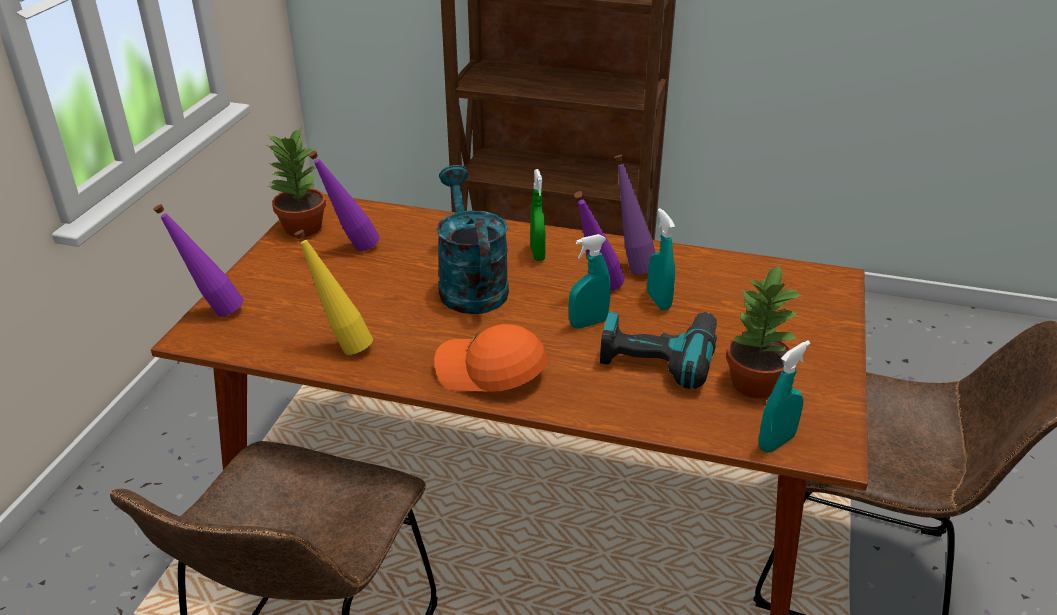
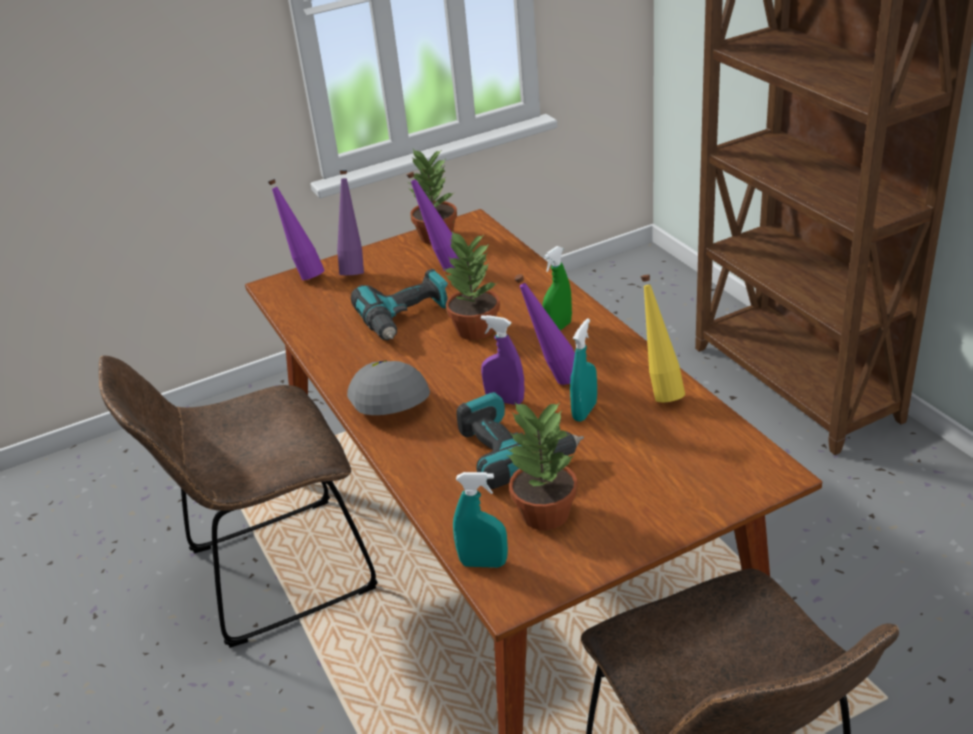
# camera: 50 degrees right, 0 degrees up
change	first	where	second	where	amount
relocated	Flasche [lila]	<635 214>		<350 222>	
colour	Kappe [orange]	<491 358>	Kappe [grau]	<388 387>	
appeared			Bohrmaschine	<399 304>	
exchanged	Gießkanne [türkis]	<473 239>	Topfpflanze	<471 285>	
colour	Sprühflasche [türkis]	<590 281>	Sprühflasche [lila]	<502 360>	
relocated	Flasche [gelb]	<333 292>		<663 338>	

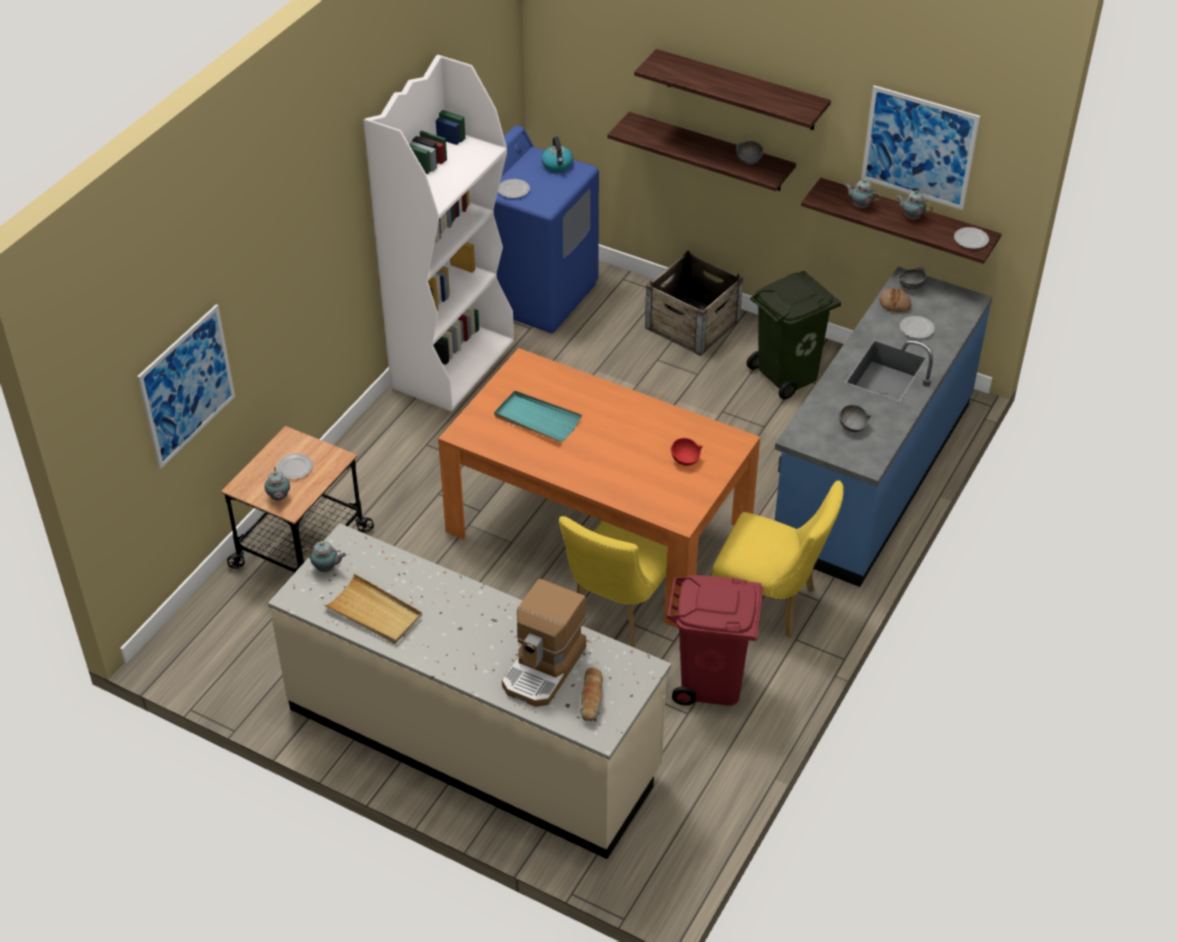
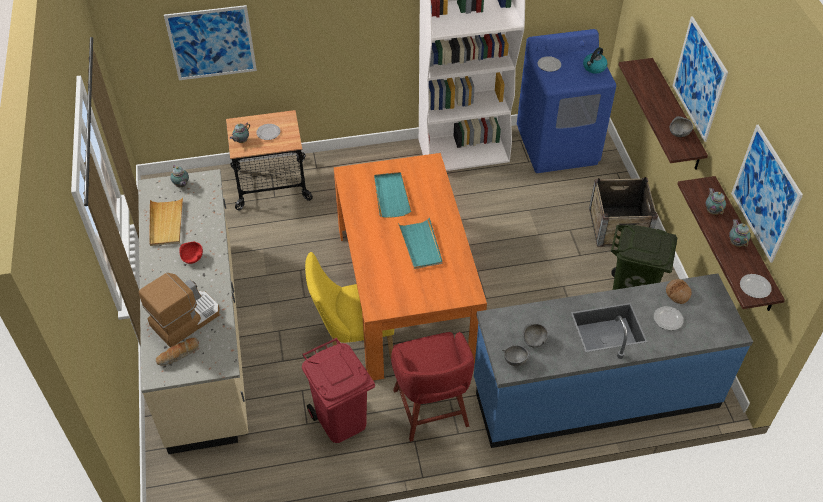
# camera: 50 degrees right, 5 degrees up
change	first	where	second	where	amount
spun	Kaffeemaschine	<544 643>		<179 310>	150 degrees clockwise
relocated	Schüssel [rot]	<686 452>		<191 253>	
exchanged	Stuhl [gelb]	<778 559>	Hocker [rot]	<432 387>	
appeared			Tablett [türkis]	<420 243>	
relocated	Schüssel [grau]	<912 278>		<516 355>	
exchanged	Wandregal	<732 89>	Bild	<700 79>	

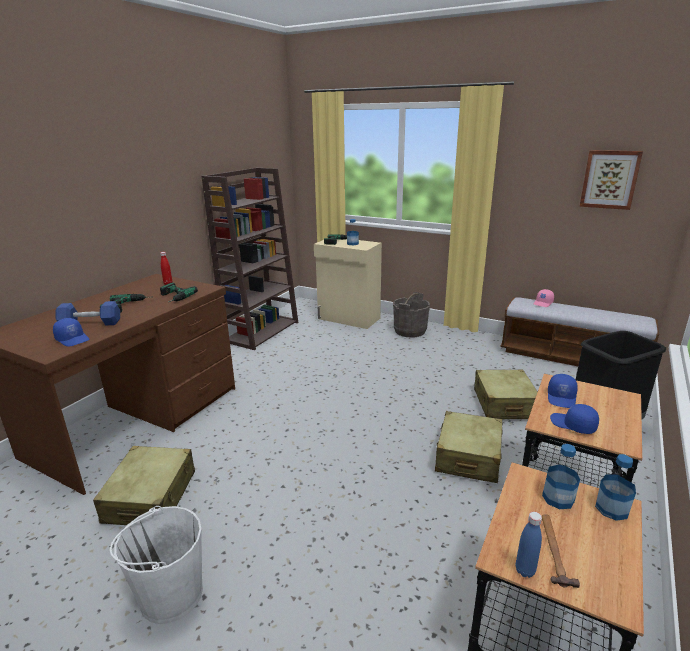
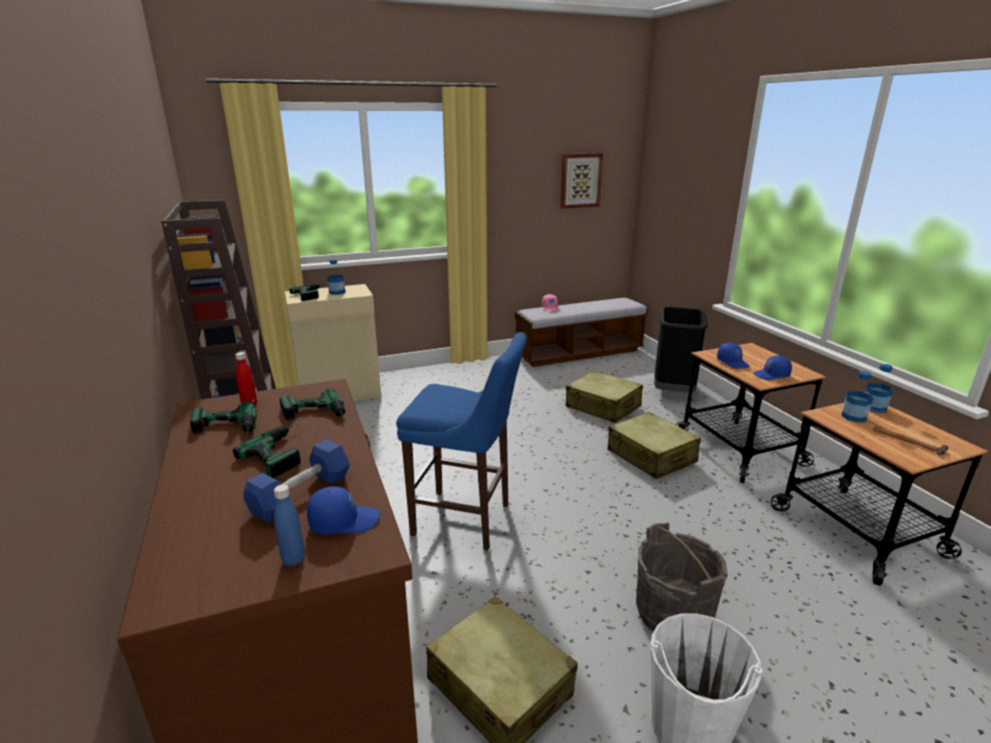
# camera: 50 degrees left, 0 degrees up
change	first	where	second	where	amount
appeared			Bohrmaschine	<223 419>	
relocated	Flasche [blau]	<529 545>		<289 525>	
appeared			Hocker [blau]	<461 441>	
relocated	Eimer [grau]	<411 315>		<682 577>	

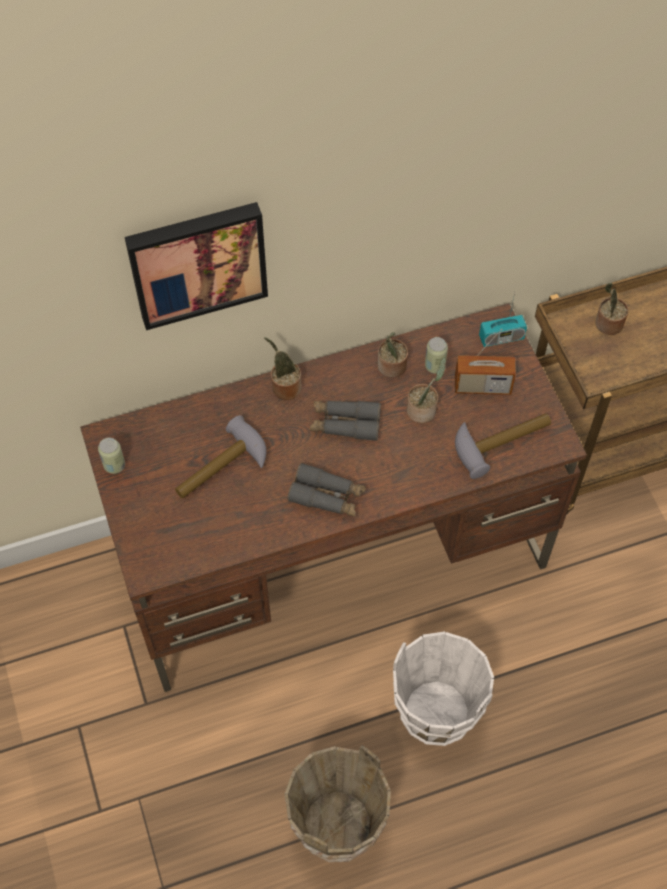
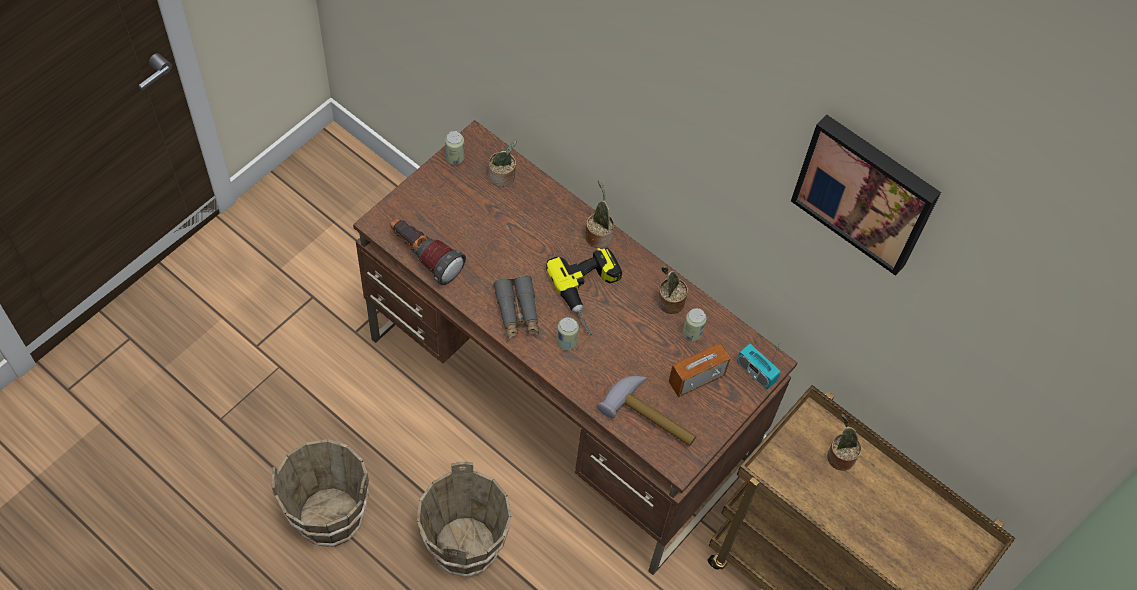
# camera: 55 degrees right, 0 degrees up
change	first	where	second	where	amount
appeared			Taschenlampe	<428 251>	
colour	Eimer [weiß]	<443 688>	Eimer [braun]	<464 519>	
relocated	Topfpflanze	<426 390>		<503 163>	
exchanged	Fernglas [grau]	<345 421>	Bohrmaschine	<584 292>	
appeared			Dose	<567 333>	
spun	Radio	<485 362>		<699 370>	90 degrees clockwise
relocated	Bild	<196 266>		<866 195>	
missing	Hammer	<221 457>			

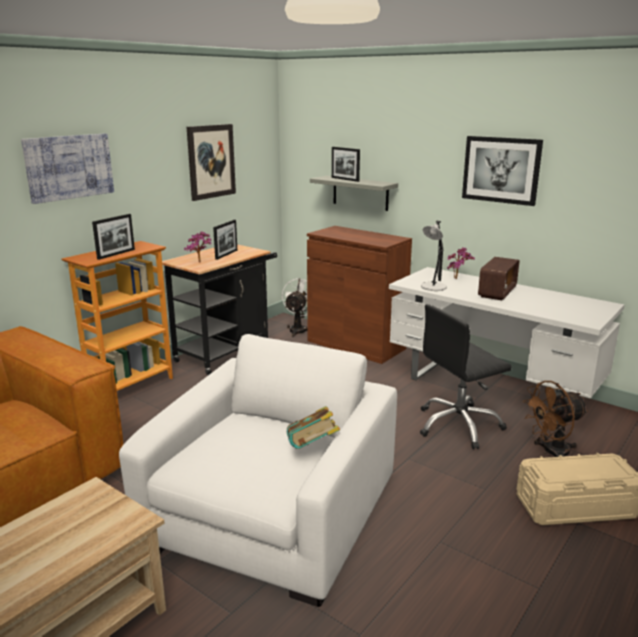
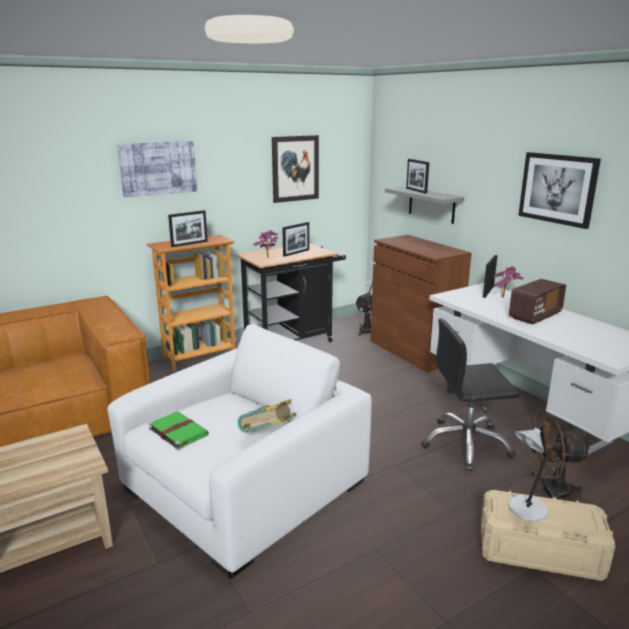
# camera: 20 degrees right, 0 degrees up
change	first	where	second	where	amount
appeared			Buch [grün]	<179 431>	
relocated	Tischlampe [grau]	<434 255>		<528 471>	

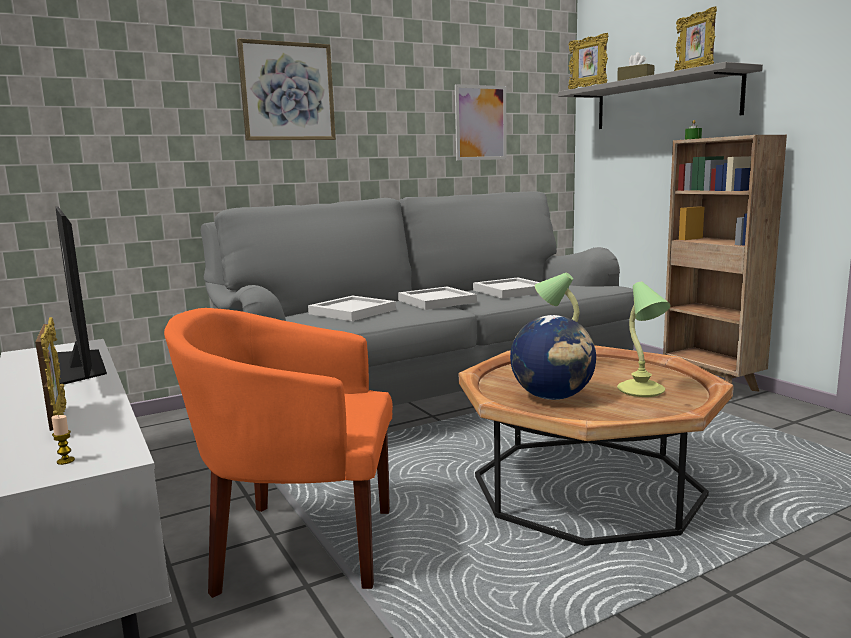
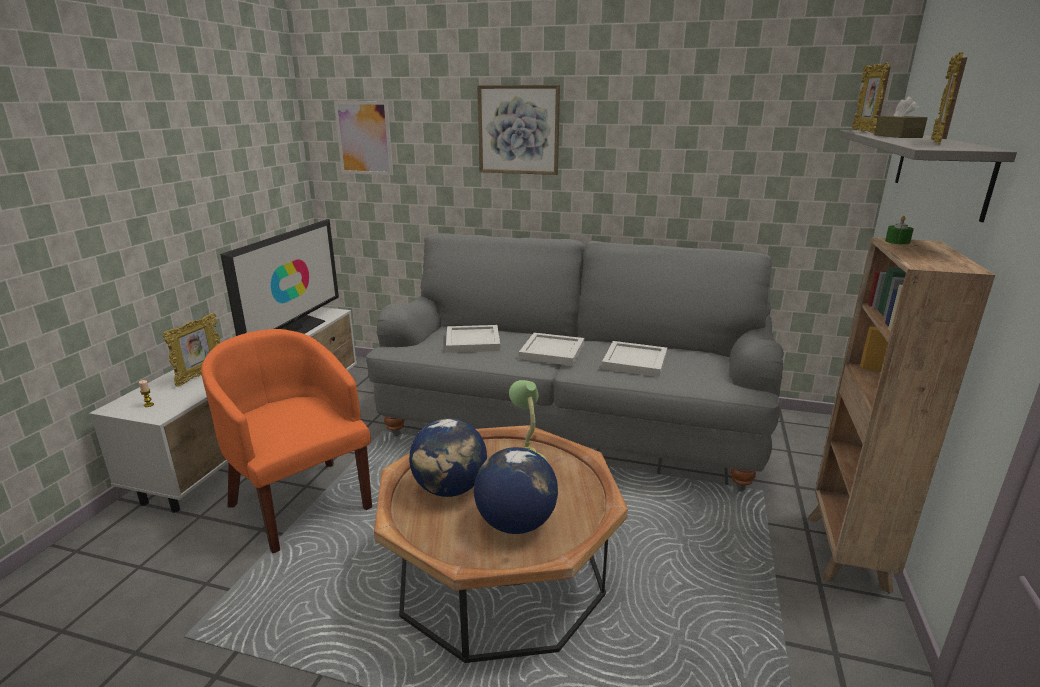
# camera: 45 degrees right, 10 degrees up
change	first	where	second	where	amount
relocated	Bild	<481 122>		<363 138>	
exchanged	Tischlampe	<643 339>	Globus	<516 490>	

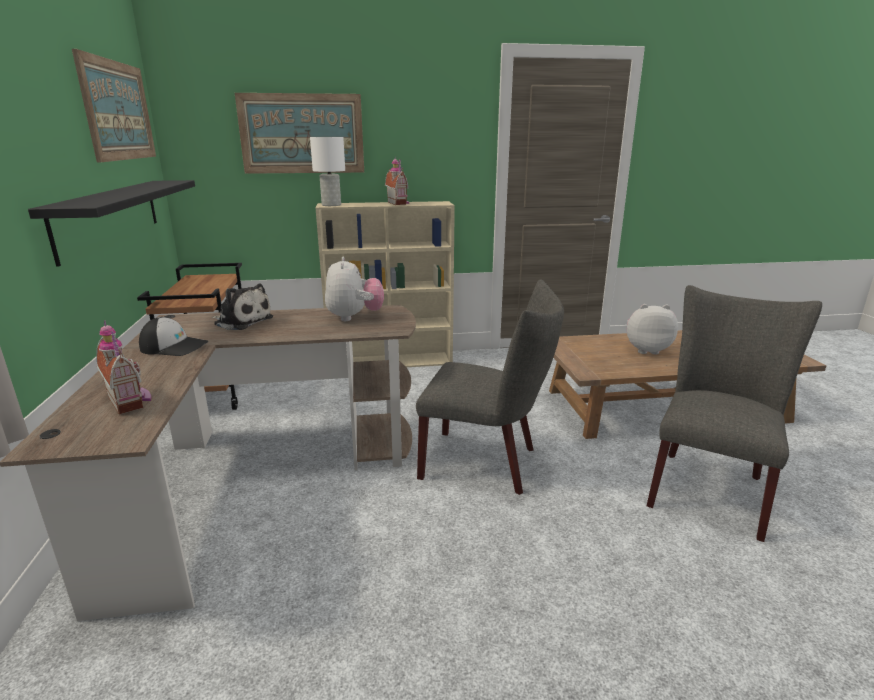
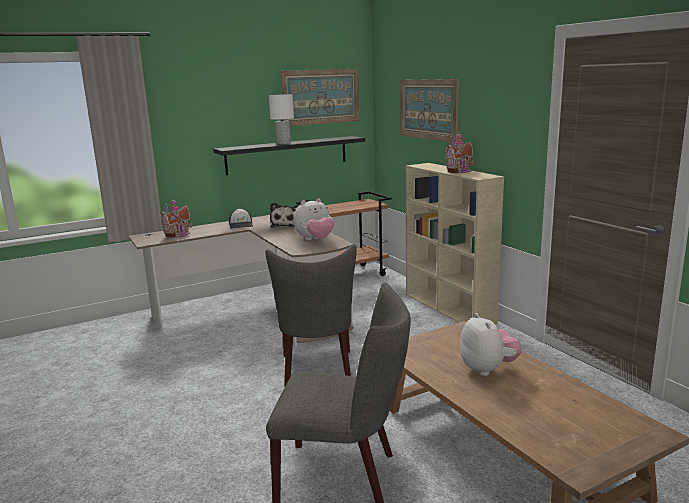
# camera: 70 degrees right, 5 degrees down
change	first	where	second	where	amount
relocated	Tischlampe [weiß]	<327 171>		<281 119>	

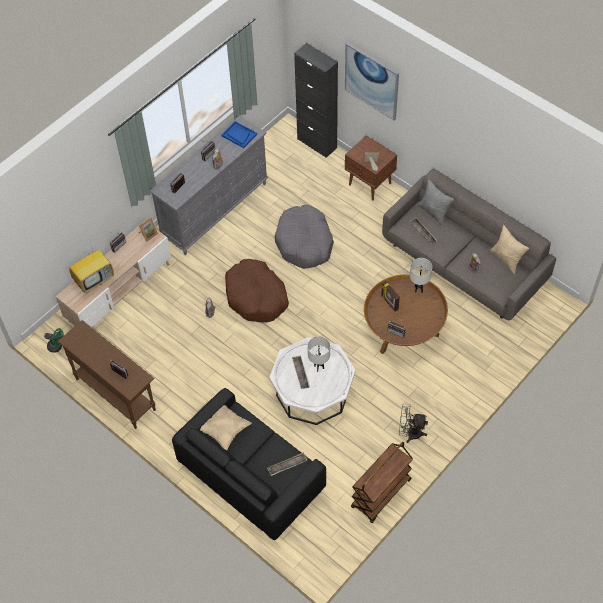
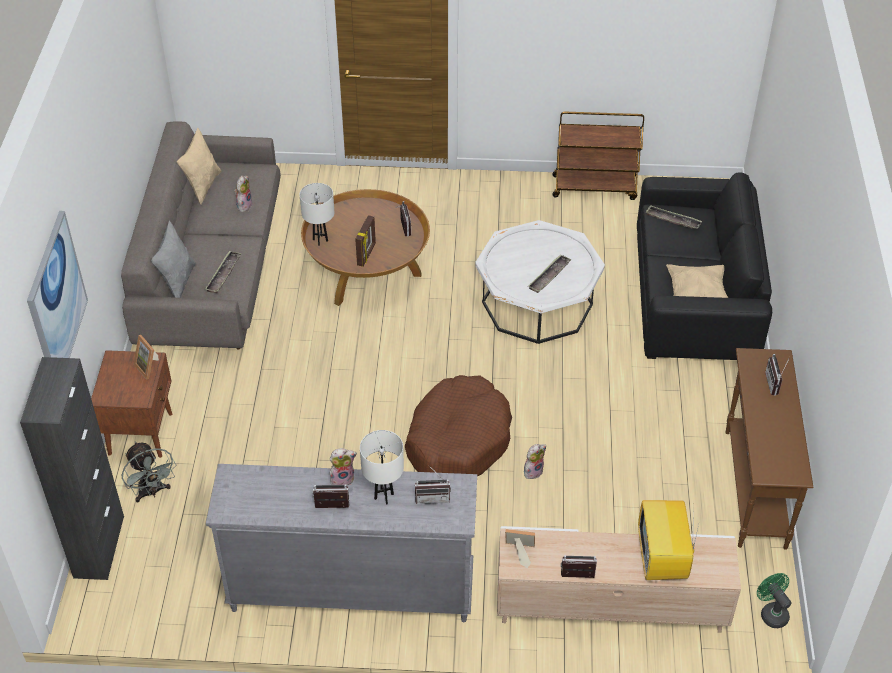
# camera: 130 degrees left, 10 degrees down
change	first	where	second	where	amount
relocated	Ventilator [grau]	<413 423>		<149 472>	
relocated	Tischlampe [weiß]	<319 354>		<382 467>	
spun	Fernseher	<91 269>		<668 540>	105 degrees counterclockwise
missing	Tablett [blau]	<239 134>			
missing	Hundebett [grau]	<304 237>			

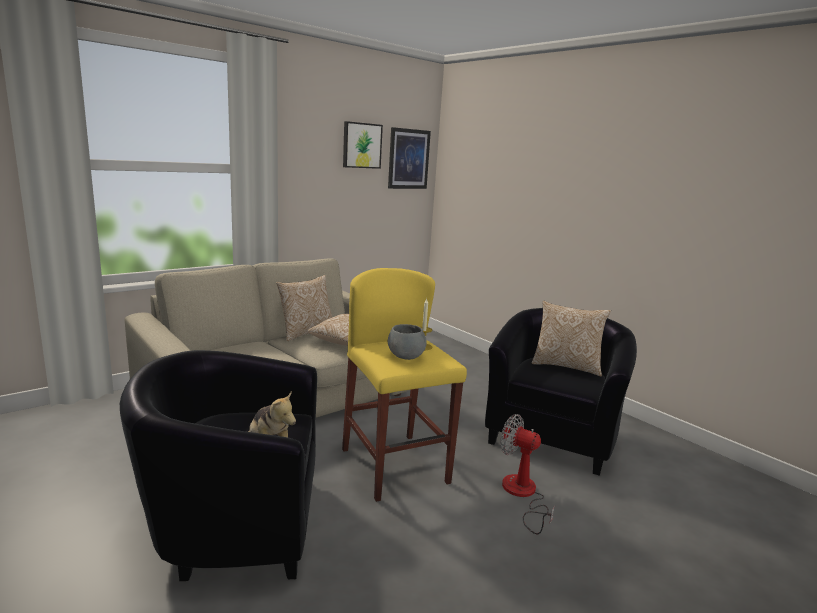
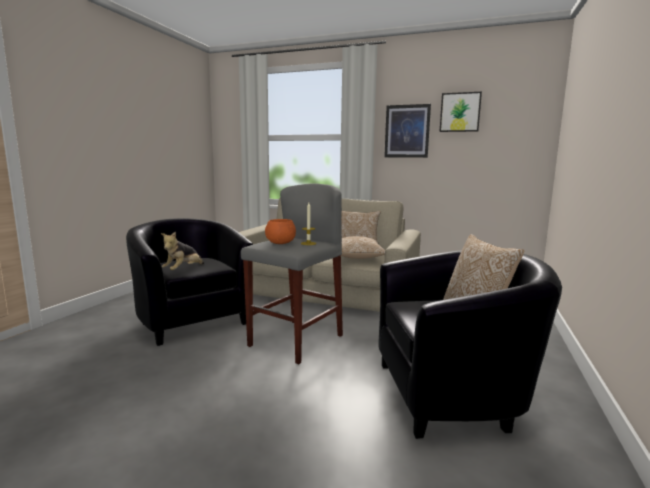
# camera: 60 degrees right, 5 degrees down
change	first	where	second	where	amount
colour	Hocker [gelb]	<404 385>	Hocker [grau]	<292 274>	
colour	Schüssel [grau]	<407 342>	Schüssel [orange]	<280 231>	
relocated	Bild	<409 158>		<407 131>	
missing	Ventilator	<527 474>			

